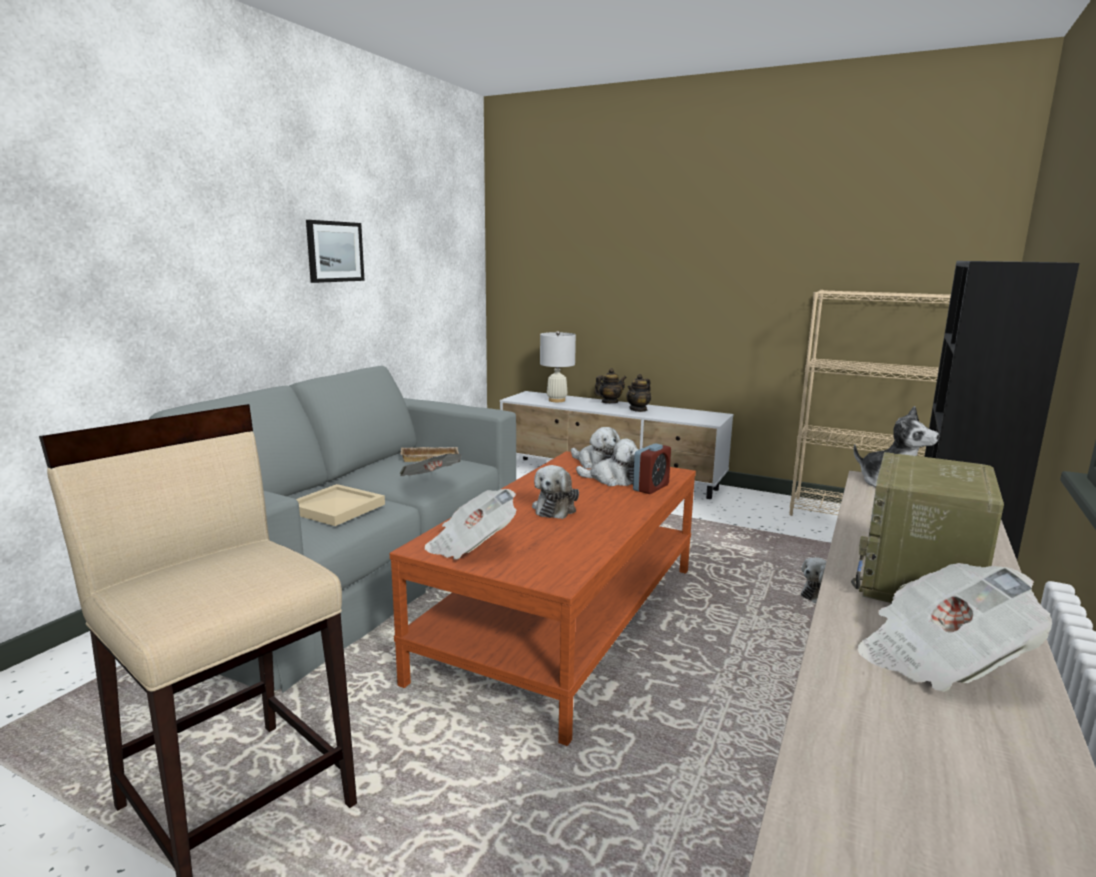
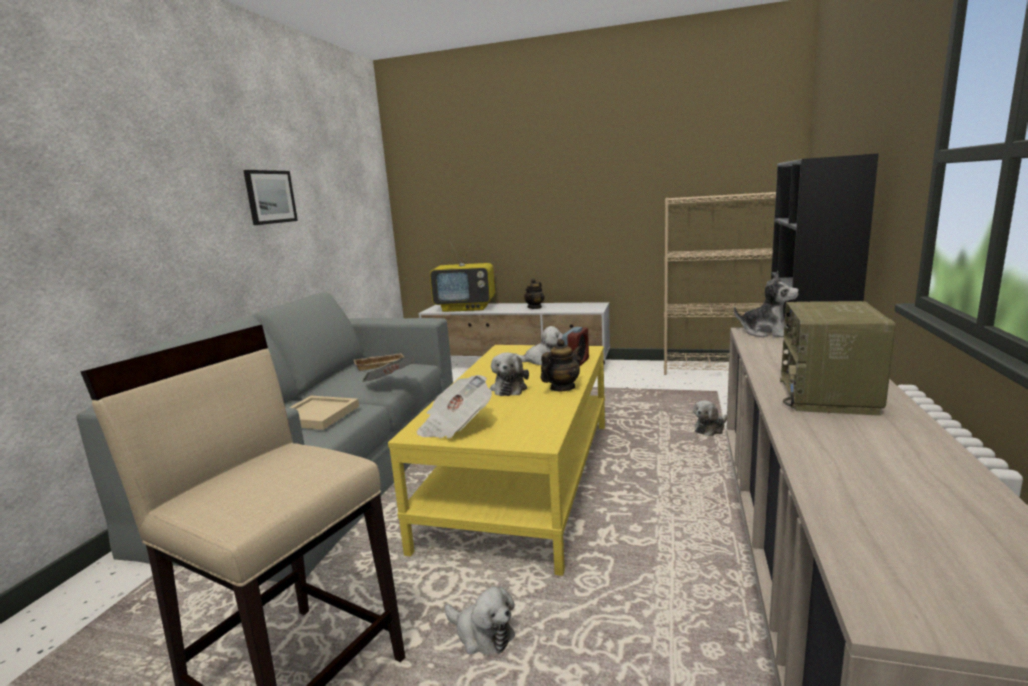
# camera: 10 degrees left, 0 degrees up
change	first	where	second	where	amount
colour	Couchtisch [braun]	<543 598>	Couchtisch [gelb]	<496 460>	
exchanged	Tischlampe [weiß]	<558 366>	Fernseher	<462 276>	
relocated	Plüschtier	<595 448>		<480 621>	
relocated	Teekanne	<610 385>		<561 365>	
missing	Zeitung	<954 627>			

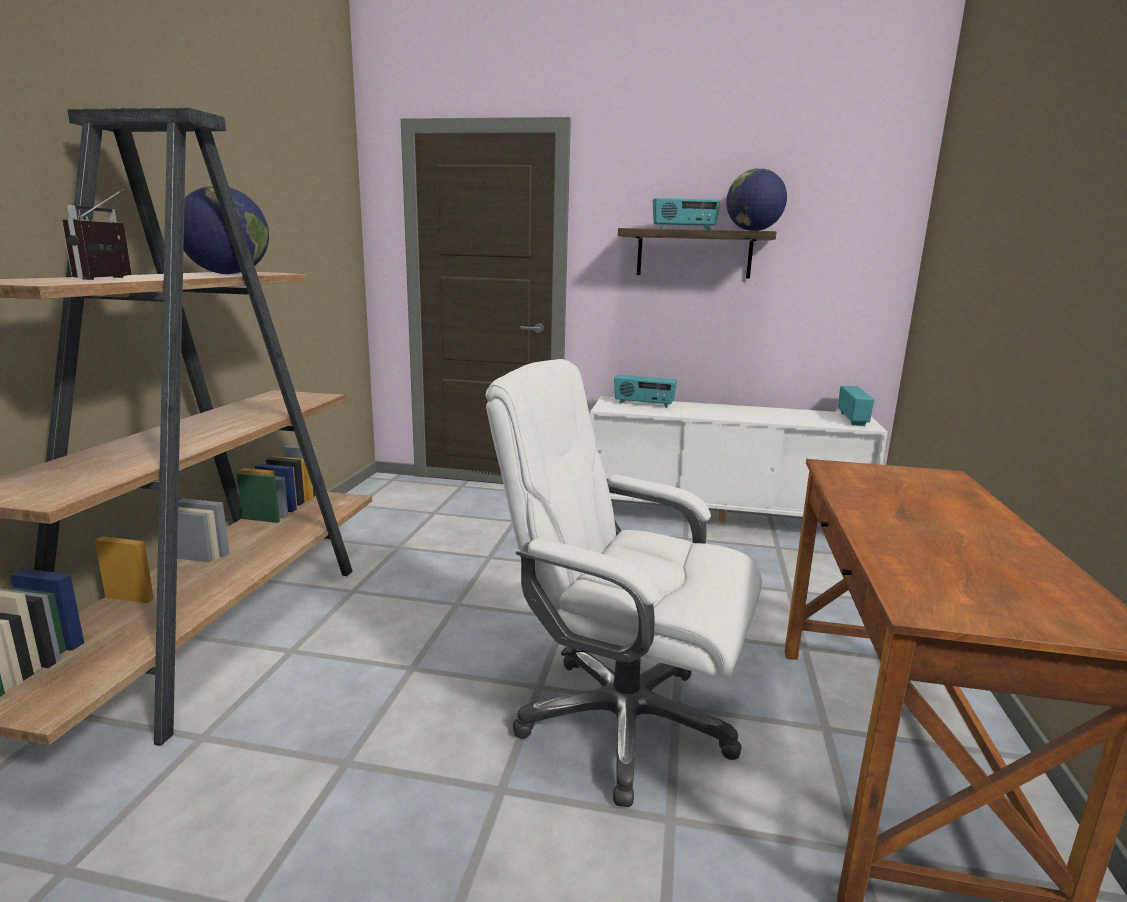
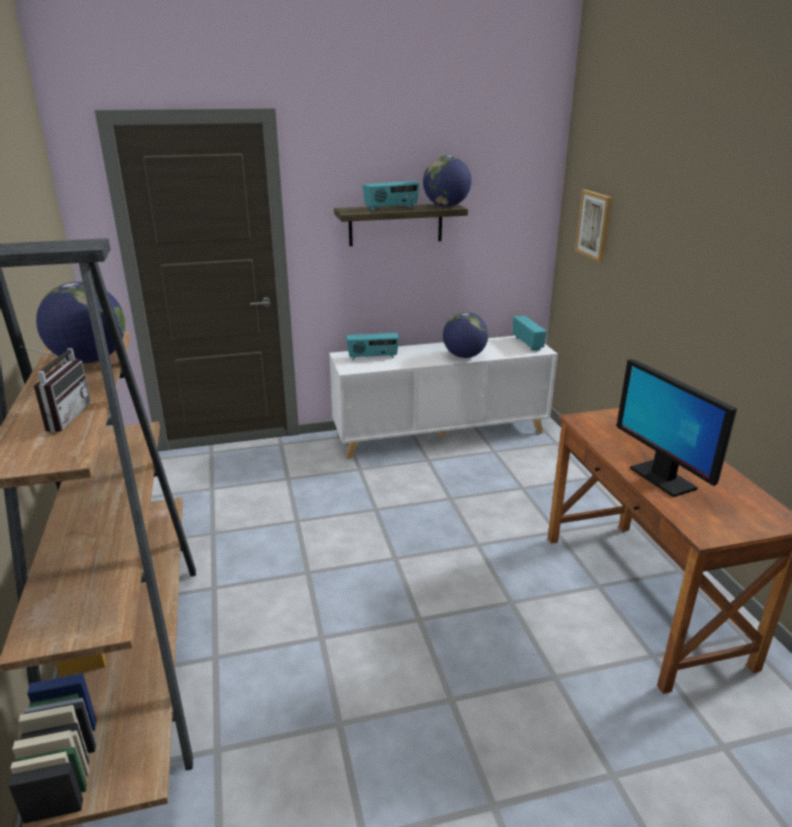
# camera: 25 degrees left, 10 degrees up
change	first	where	second	where	amount
spun	Radio	<97 234>		<55 389>	150 degrees counterclockwise
appeared			Globus	<465 335>	
appeared			Bild	<594 226>	
appeared			Monitor	<676 428>	
missing	Bürostuhl [weiß]	<623 583>			

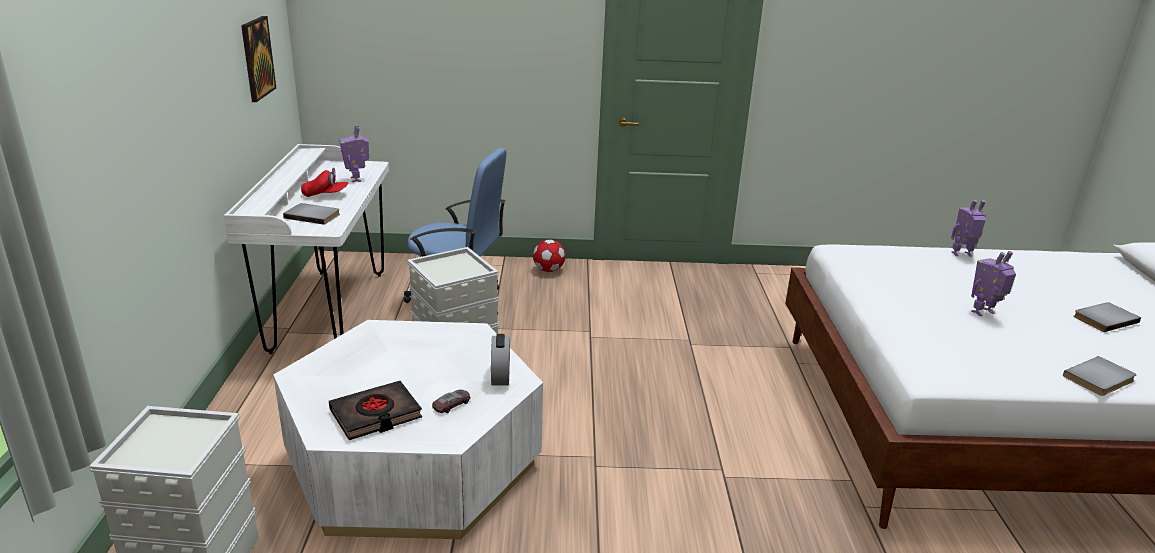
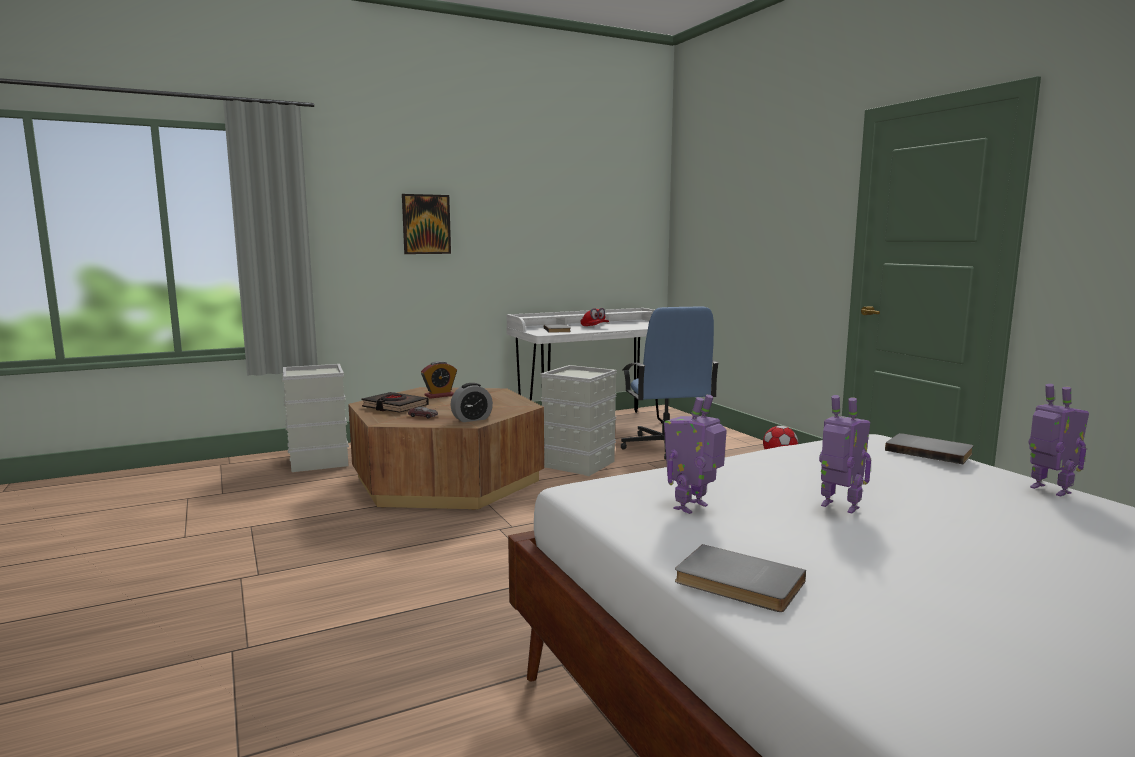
# camera: 65 degrees right, 15 degrees down
change	first	where	second	where	amount
colour	Couchtisch [weiß]	<408 429>	Couchtisch [braun]	<446 448>	
relocated	Bild	<258 59>		<426 224>	
appeared			Wecker	<439 380>	
relocated	Spielzeugroboter	<354 153>		<695 454>	
relocated	Buch [grau]	<1107 317>		<929 448>	

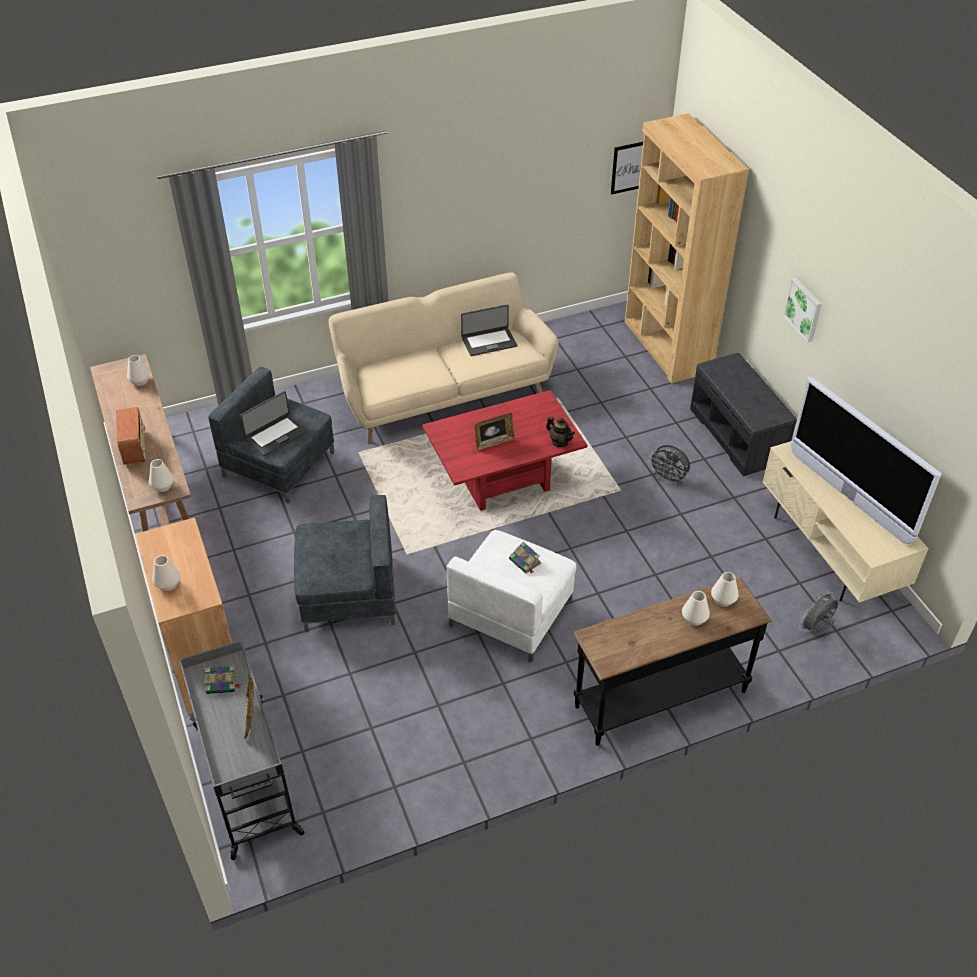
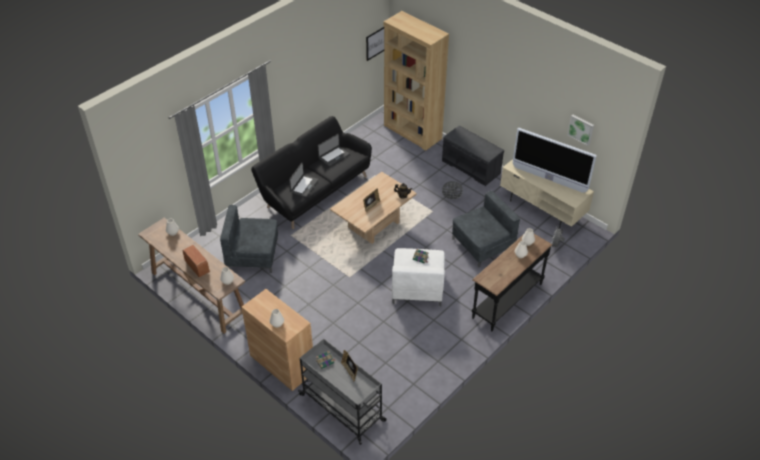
# camera: 25 degrees left, 0 degrees up
change	first	where	second	where	amount
colour	Sofa [beige]	<444 358>	Sofa [schwarz]	<311 172>	
relocated	Laptop	<274 423>		<303 179>	
colour	Couchtisch [rot]	<504 450>	Couchtisch [beige]	<373 208>	
relocated	Sessel [grau]	<345 563>		<486 229>	
relocated	Bild	<802 310>		<580 130>	

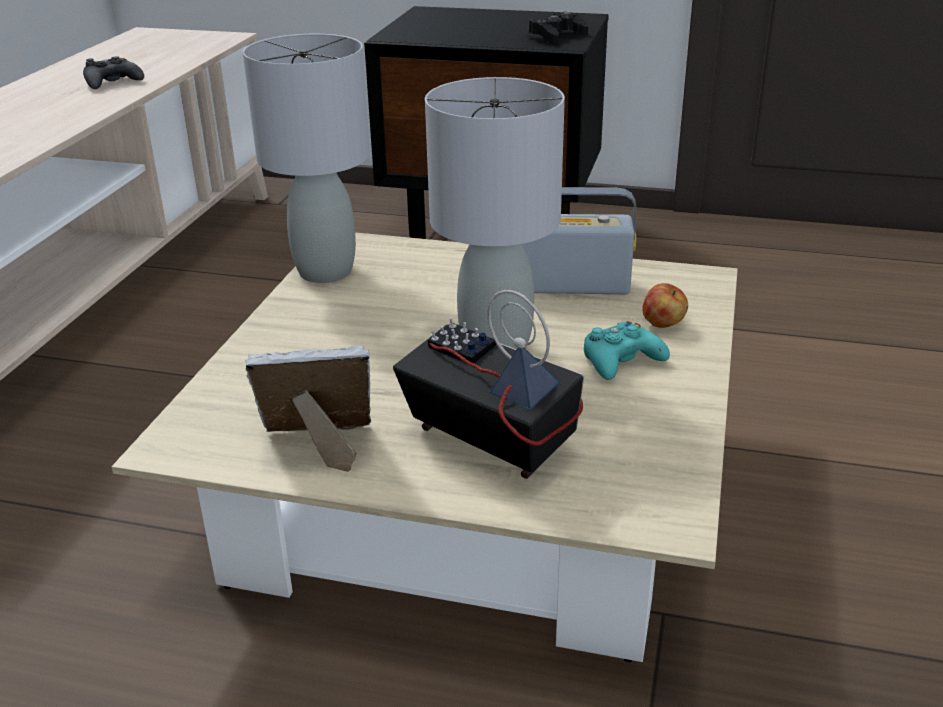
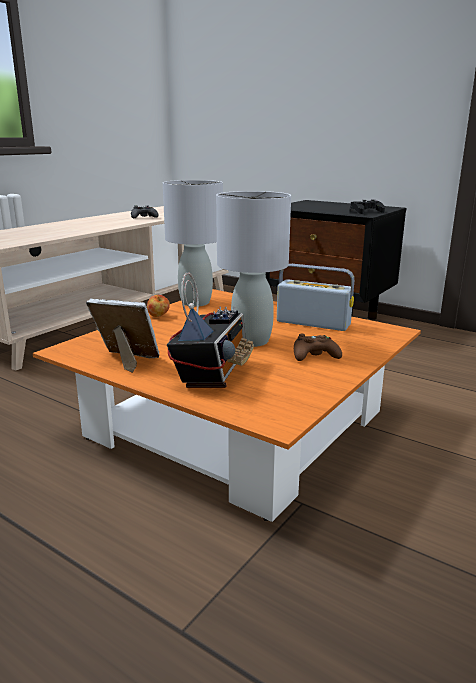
# camera: 20 degrees right, 10 degrees down
change	first	where	second	where	amount
colour	Couchtisch [beige]	<425 447>	Couchtisch [orange]	<227 405>	
relocated	Apfel	<665 305>		<158 306>	
spun	Radio	<488 384>		<210 330>	45 degrees clockwise
colour	Gamepad [türkis]	<627 350>	Gamepad [braun]	<318 347>	

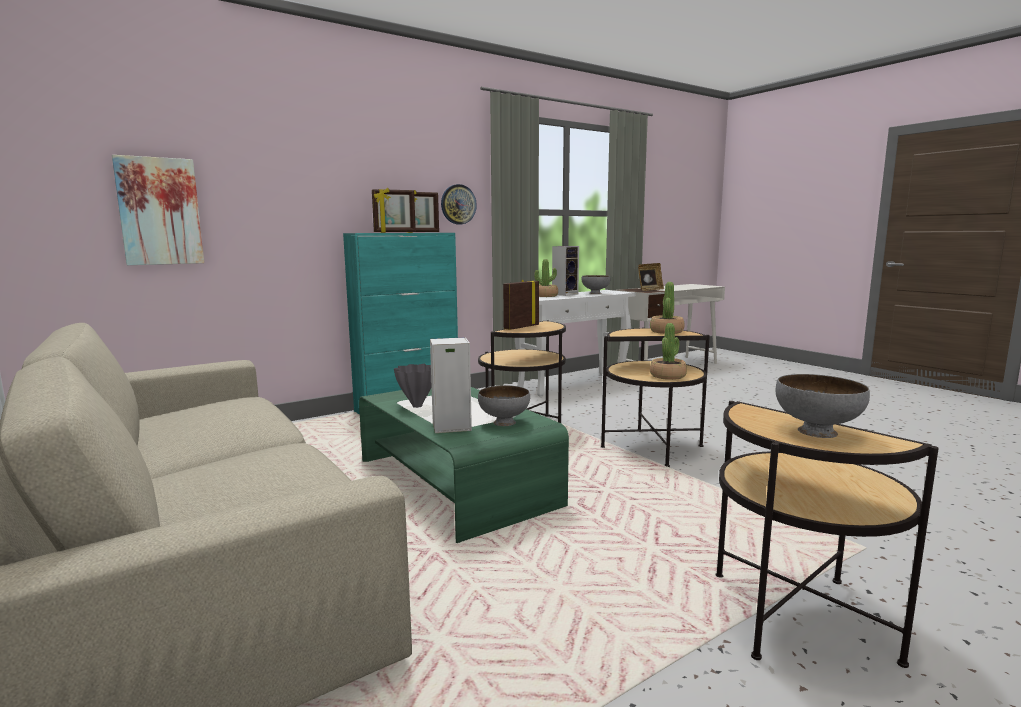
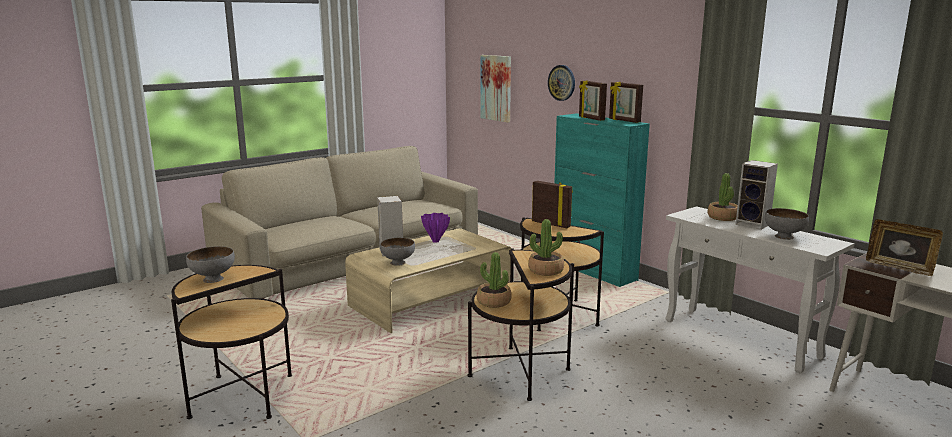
# camera: 85 degrees right, 5 degrees up
change	first	where	second	where	amount
colour	Couchtisch [grün]	<464 465>	Couchtisch [beige]	<428 280>	
colour	Vase [grau]	<413 386>	Vase [lila]	<435 228>	
relocated	Wanduhr	<459 204>		<561 83>	

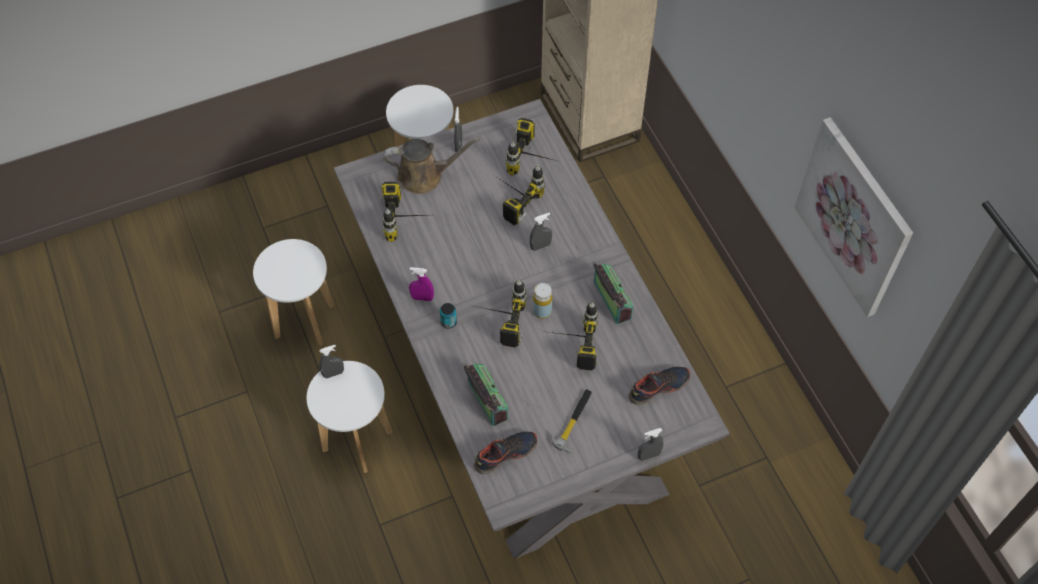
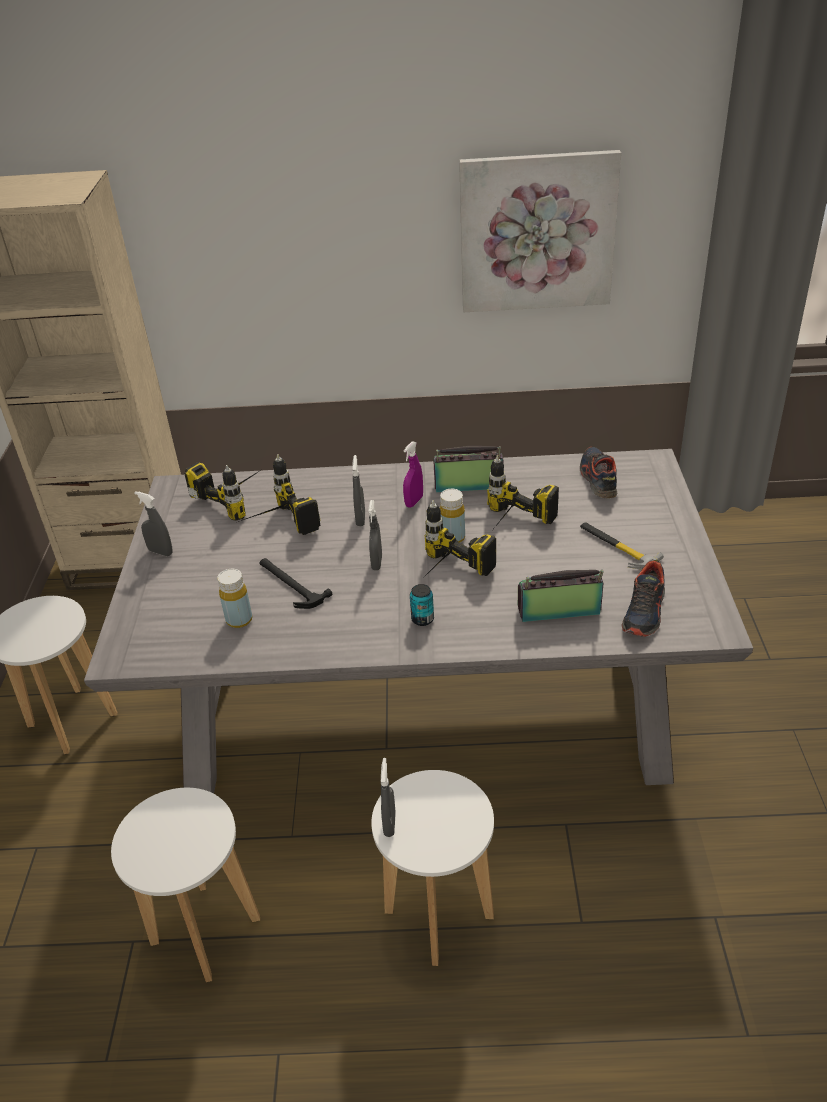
# camera: 65 degrees left, 20 degrees down
change	first	where	second	where	amount
exchanged	Bohrmaschine	<403 212>	Flasche [gelb]	<234 598>	
appeared			Hammer	<296 583>	
relocated	Sprühflasche [grau]	<651 444>		<375 535>	
relocated	Sprühflasche [lila]	<421 284>		<413 474>	
spun	Schuh	<505 453>		<643 598>	150 degrees counterclockwise
missing	Gießkanne [braun]	<431 166>			

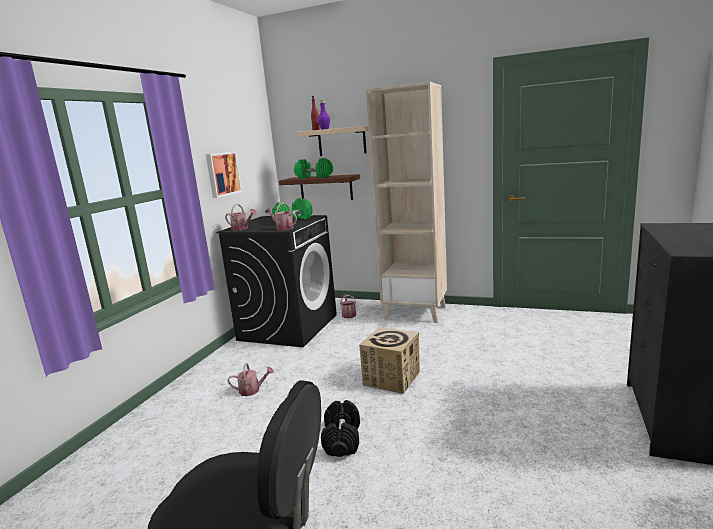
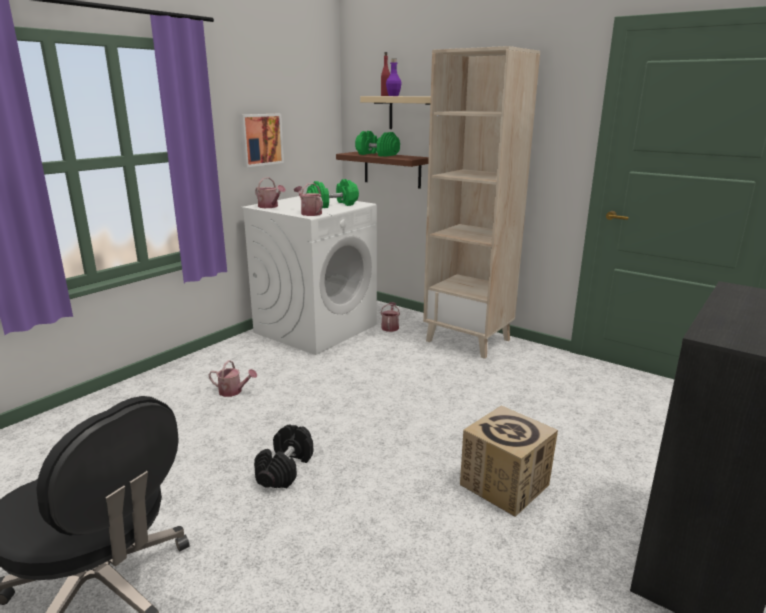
# camera: 15 degrees right, 5 degrees up
change	first	where	second	where	amount
colour	Waschmaschine [schwarz]	<276 281>	Waschmaschine [weiß]	<309 275>	
relocated	Karton	<389 360>		<509 461>	

